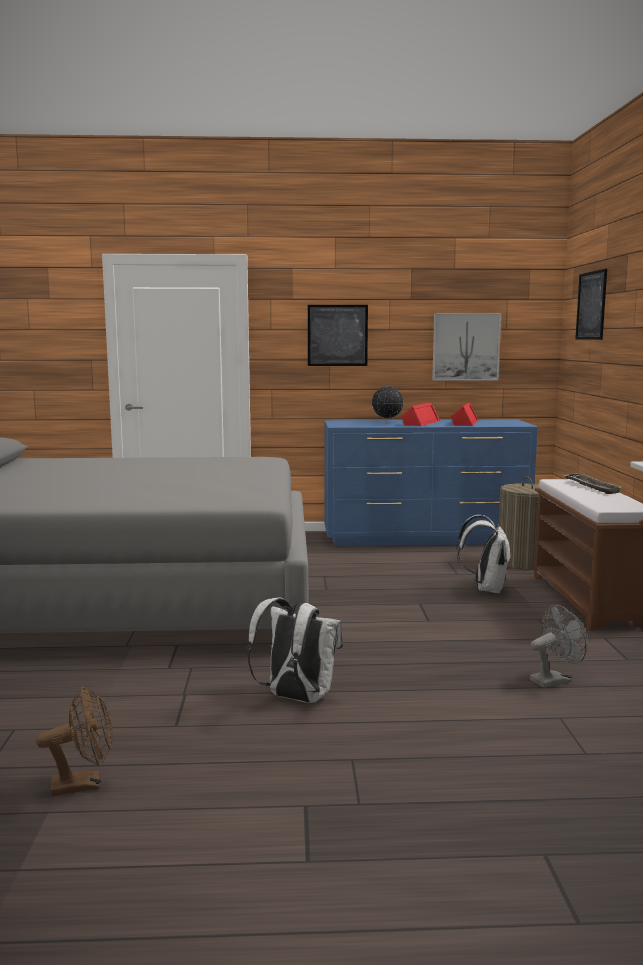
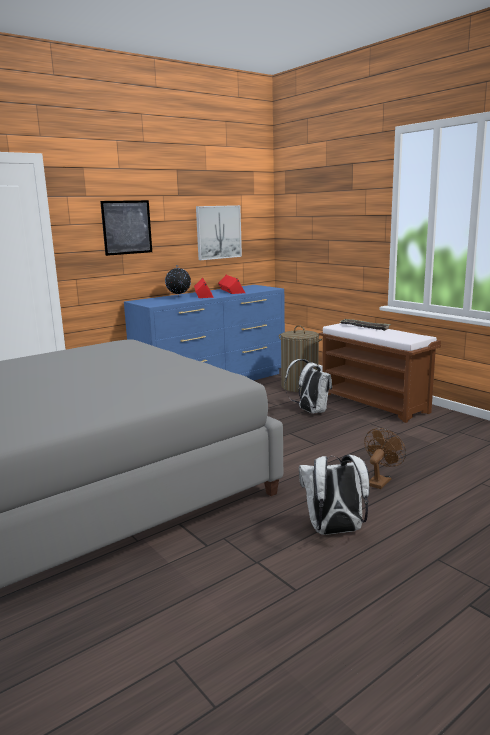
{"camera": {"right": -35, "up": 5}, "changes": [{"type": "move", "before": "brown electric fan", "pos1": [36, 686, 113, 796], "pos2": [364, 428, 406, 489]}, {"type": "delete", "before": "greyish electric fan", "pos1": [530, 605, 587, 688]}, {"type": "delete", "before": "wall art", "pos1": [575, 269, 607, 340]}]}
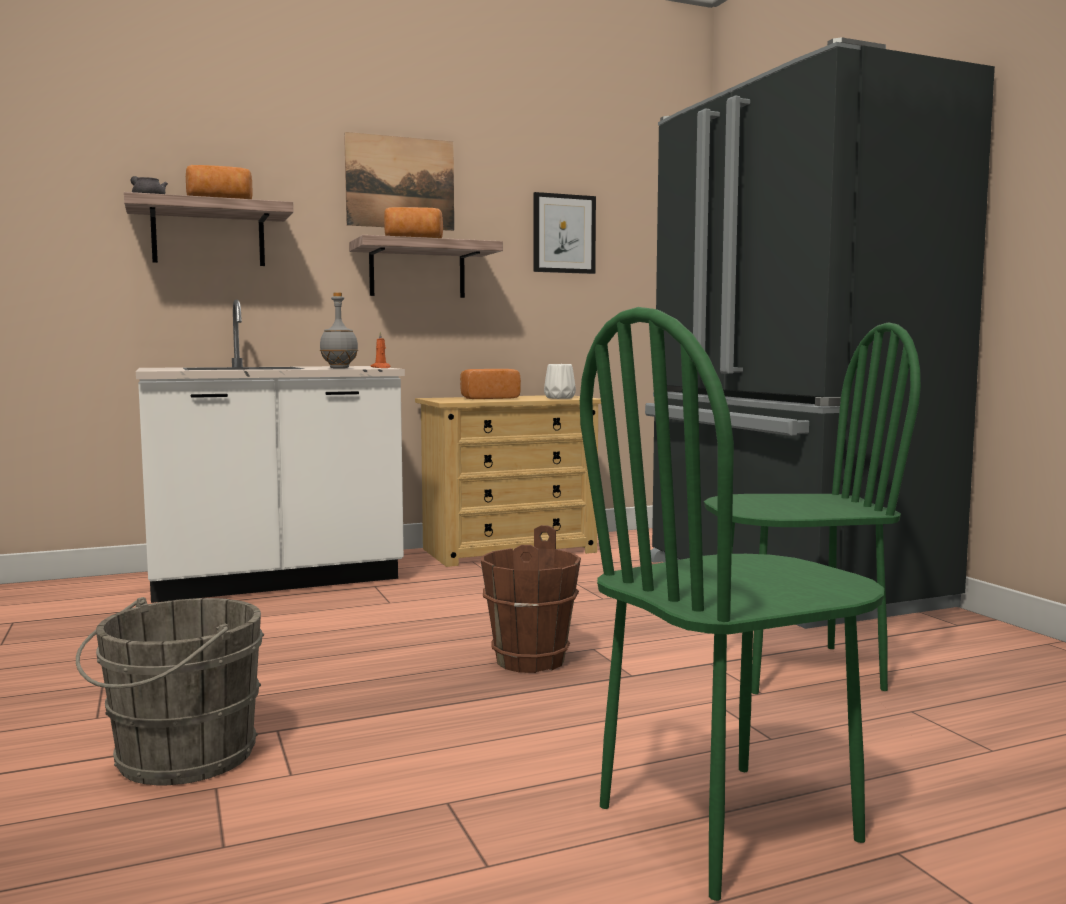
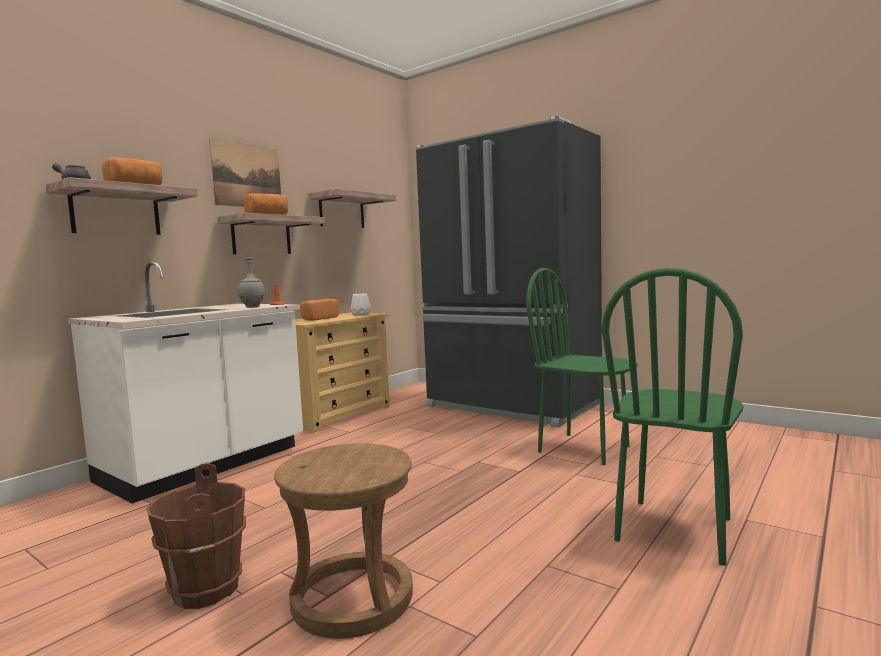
{"camera": {"right": -30, "up": 0}, "changes": [{"type": "replace", "before": "greyish pail", "after": "brown stool seat", "pos1": [76, 597, 264, 785], "pos2": [274, 443, 413, 639]}, {"type": "move", "before": "brown pail", "pos1": [481, 525, 581, 673], "pos2": [146, 463, 246, 609]}, {"type": "replace", "before": "wall art", "after": "wall shelf", "pos1": [534, 192, 596, 274], "pos2": [309, 189, 396, 228]}, {"type": "rotate", "before": "greenish upright chair", "pos1": [704, 322, 921, 694], "pos2": [526, 268, 638, 465], "turn": -105}]}
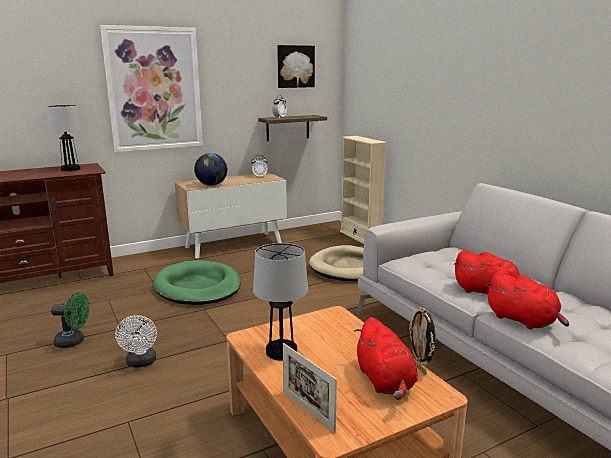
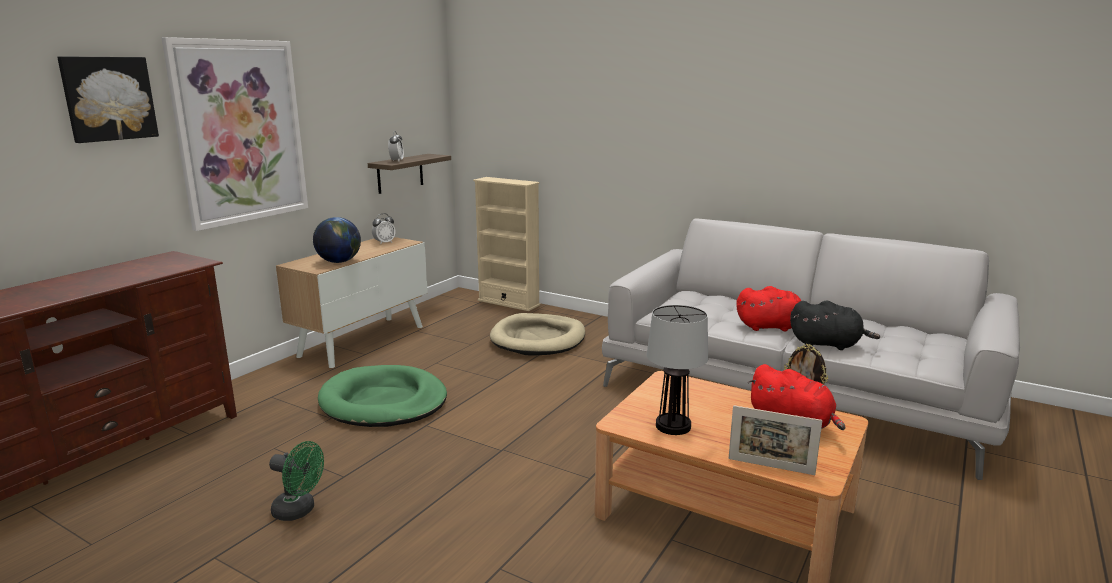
{"camera": {"right": -30, "up": 0}, "changes": [{"type": "delete", "before": "lamp for a table", "pos1": [46, 105, 82, 171]}, {"type": "rotate", "before": "greenish electric fan", "pos1": [51, 292, 89, 348], "pos2": [269, 441, 324, 521], "turn": 45}, {"type": "delete", "before": "white-coloured electric fan", "pos1": [115, 315, 157, 368]}, {"type": "move", "before": "wall art", "pos1": [277, 45, 315, 88], "pos2": [57, 56, 159, 143]}, {"type": "recolor", "before": "red soft toy", "after": "black-coloured soft toy", "pos1": [485, 271, 569, 330], "pos2": [790, 301, 880, 350]}]}
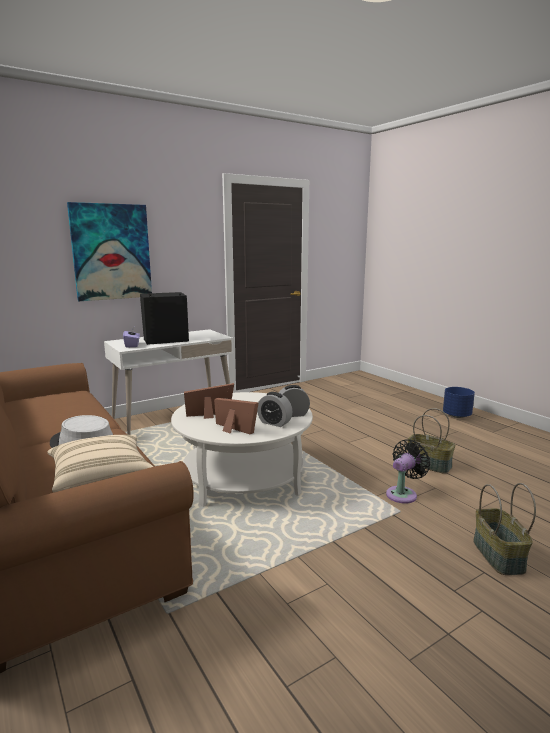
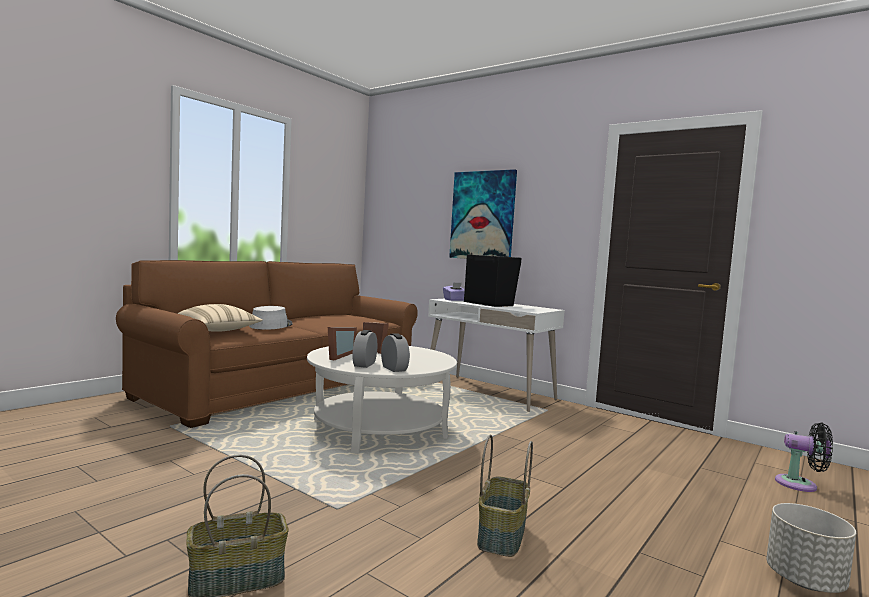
{"camera": {"right": 70, "up": -10}, "changes": [{"type": "move", "before": "black-coloured electric fan", "pos1": [386, 439, 430, 504], "pos2": [775, 423, 833, 492]}, {"type": "recolor", "before": "blue plant pot", "after": "greyish plant pot", "pos1": [443, 387, 475, 418], "pos2": [766, 503, 856, 593]}]}
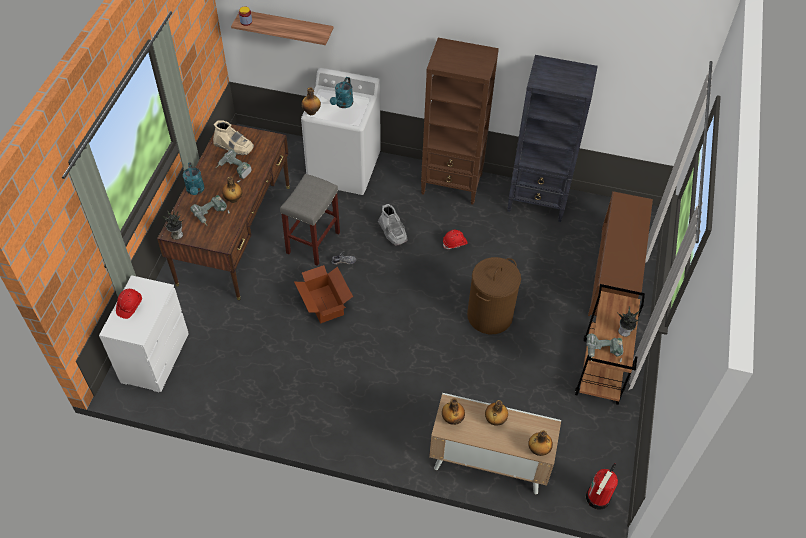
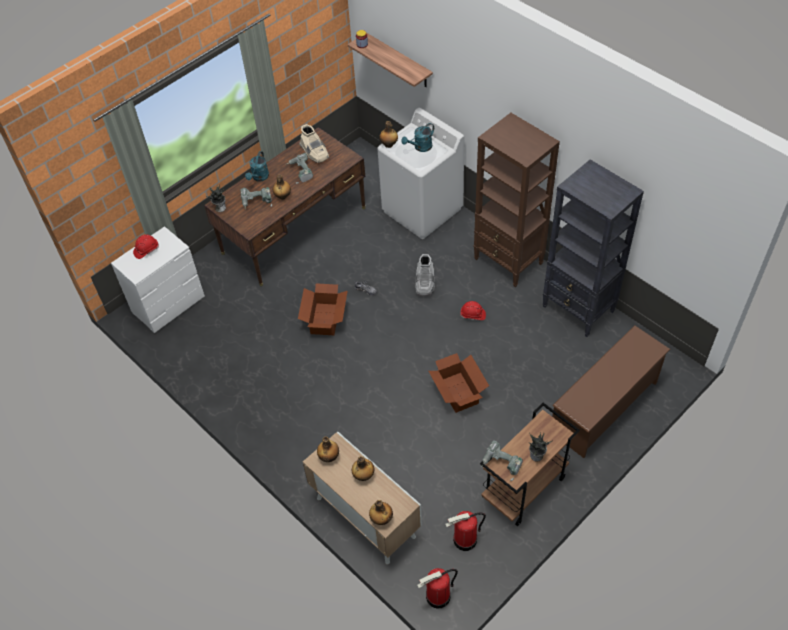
{"camera": {"right": 35, "up": 0}, "changes": [{"type": "delete", "before": "greyish stool seat", "pos1": [280, 174, 340, 266]}, {"type": "replace", "before": "brown washing basket", "after": "packing box", "pos1": [467, 257, 521, 334], "pos2": [429, 353, 489, 413]}, {"type": "insert", "after": "extinguisher", "pos2": [445, 511, 486, 551]}]}
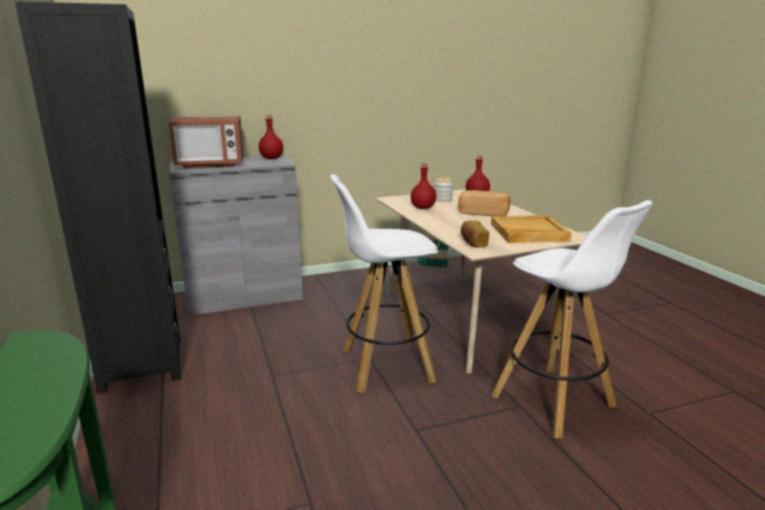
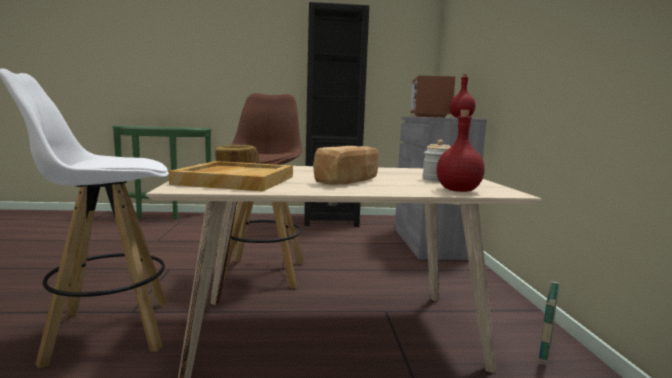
{"camera": {"right": 105, "up": -10}, "changes": [{"type": "recolor", "before": "white-coloured stool seat", "after": "brown stool seat", "pos1": [330, 174, 438, 394], "pos2": [223, 93, 305, 288]}, {"type": "delete", "before": "red drink bottle", "pos1": [411, 163, 436, 209]}]}
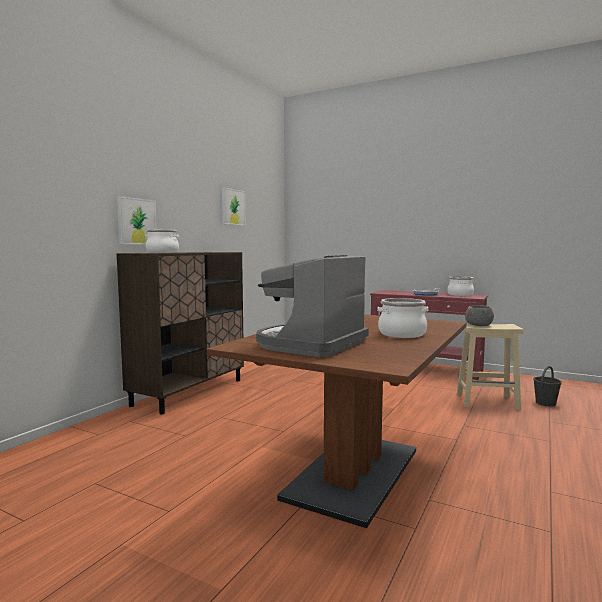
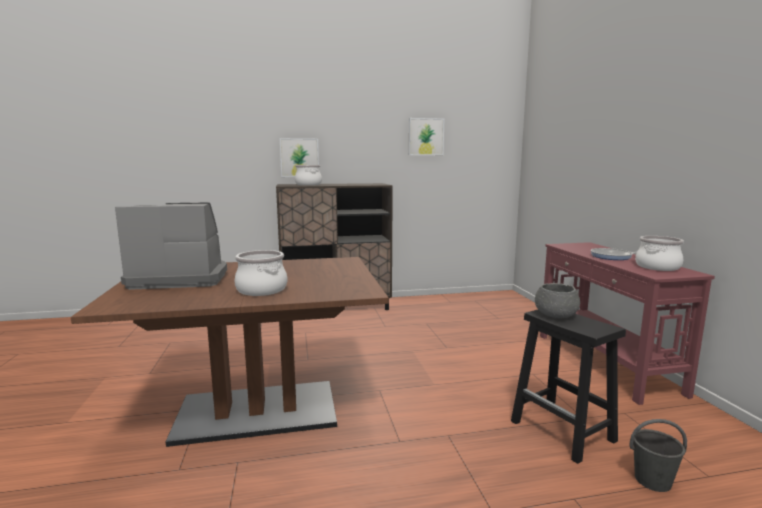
{"camera": {"right": 50, "up": 5}, "changes": [{"type": "recolor", "before": "beige stool seat", "after": "black-coloured stool seat", "pos1": [457, 323, 524, 410], "pos2": [511, 310, 626, 464]}]}
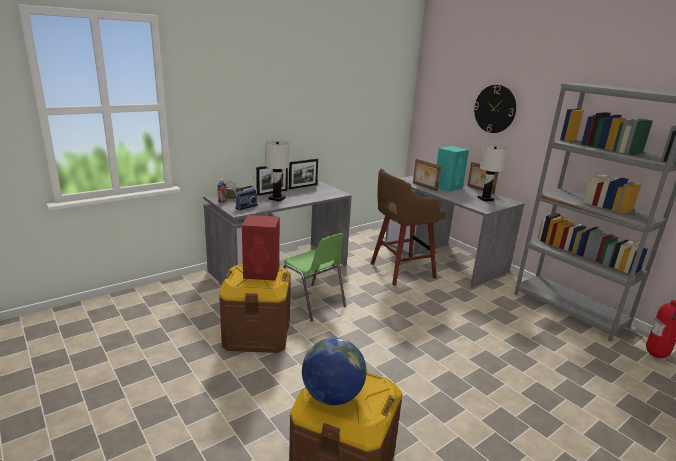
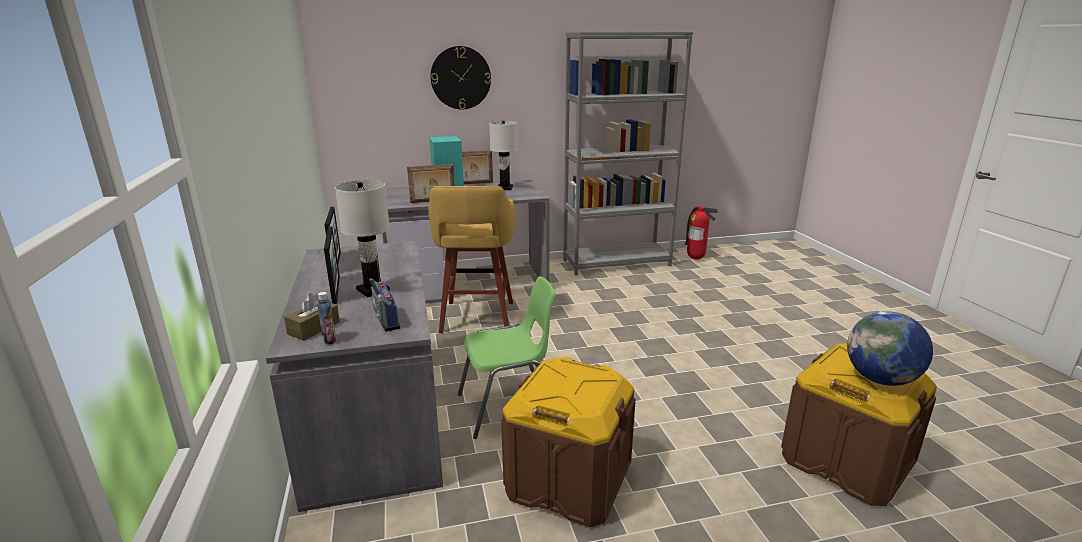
{"camera": {"right": -65, "up": 0}, "changes": [{"type": "delete", "before": "red audio speaker", "pos1": [242, 215, 280, 281]}, {"type": "recolor", "before": "brown stool seat", "after": "yellow-coloured stool seat", "pos1": [370, 169, 445, 286], "pos2": [428, 186, 515, 333]}]}
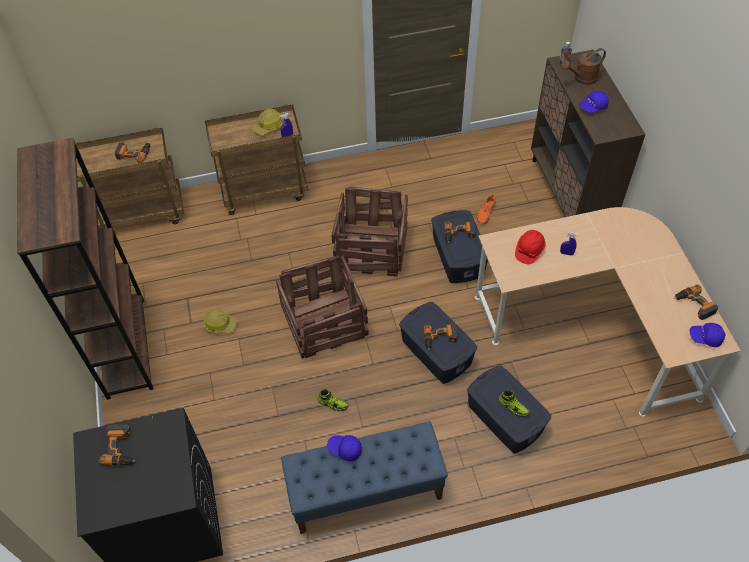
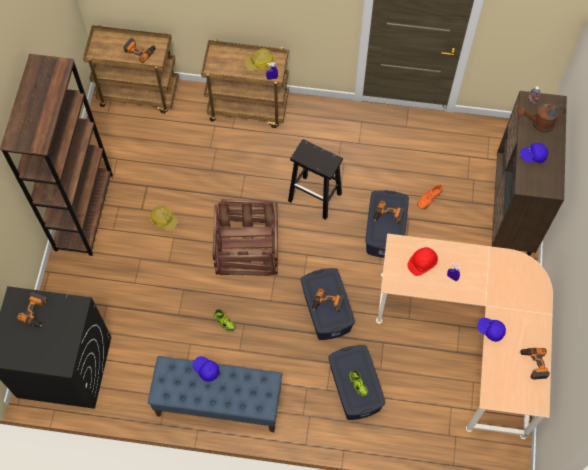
{"camera": {"right": 20, "up": 10}, "changes": [{"type": "replace", "before": "shipping crate", "after": "black-coloured stool seat", "pos1": [332, 186, 408, 276], "pos2": [288, 139, 343, 220]}, {"type": "move", "before": "blue baseball cap", "pos1": [689, 323, 725, 347], "pos2": [477, 318, 506, 342]}]}
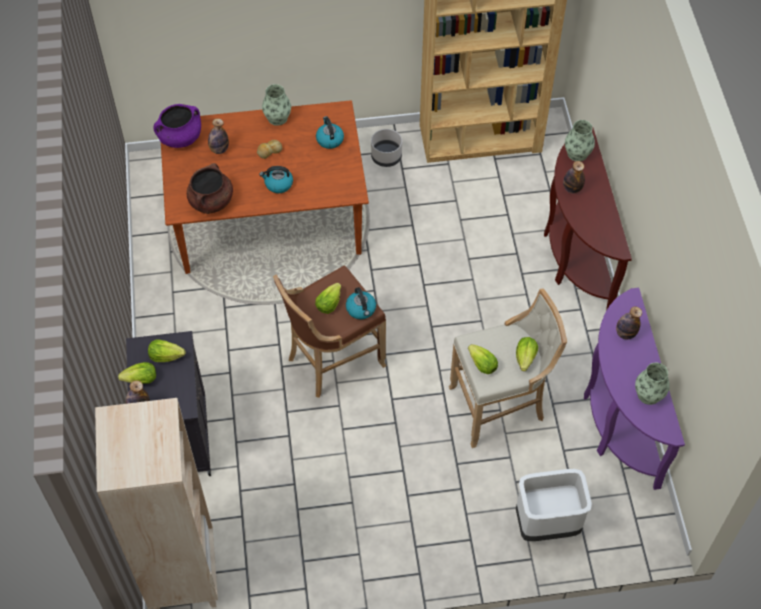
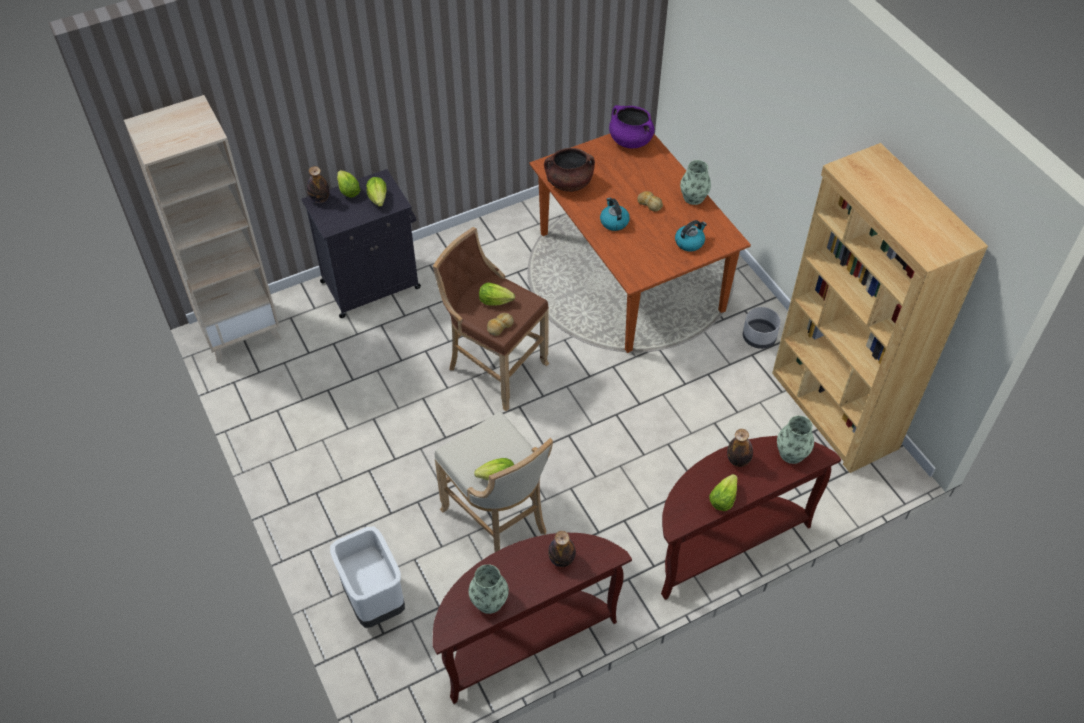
{"camera": {"right": 70, "up": -5}, "changes": [{"type": "delete", "before": "drink bottle", "pos1": [208, 118, 229, 154]}, {"type": "replace", "before": "water kettle", "after": "baked bread", "pos1": [346, 287, 376, 319], "pos2": [487, 313, 514, 336]}, {"type": "move", "before": "lettuce", "pos1": [468, 344, 498, 374], "pos2": [709, 474, 738, 511]}, {"type": "recolor", "before": "purplish narrow table", "after": "brown narrow table", "pos1": [584, 288, 685, 490], "pos2": [433, 533, 632, 704]}]}
